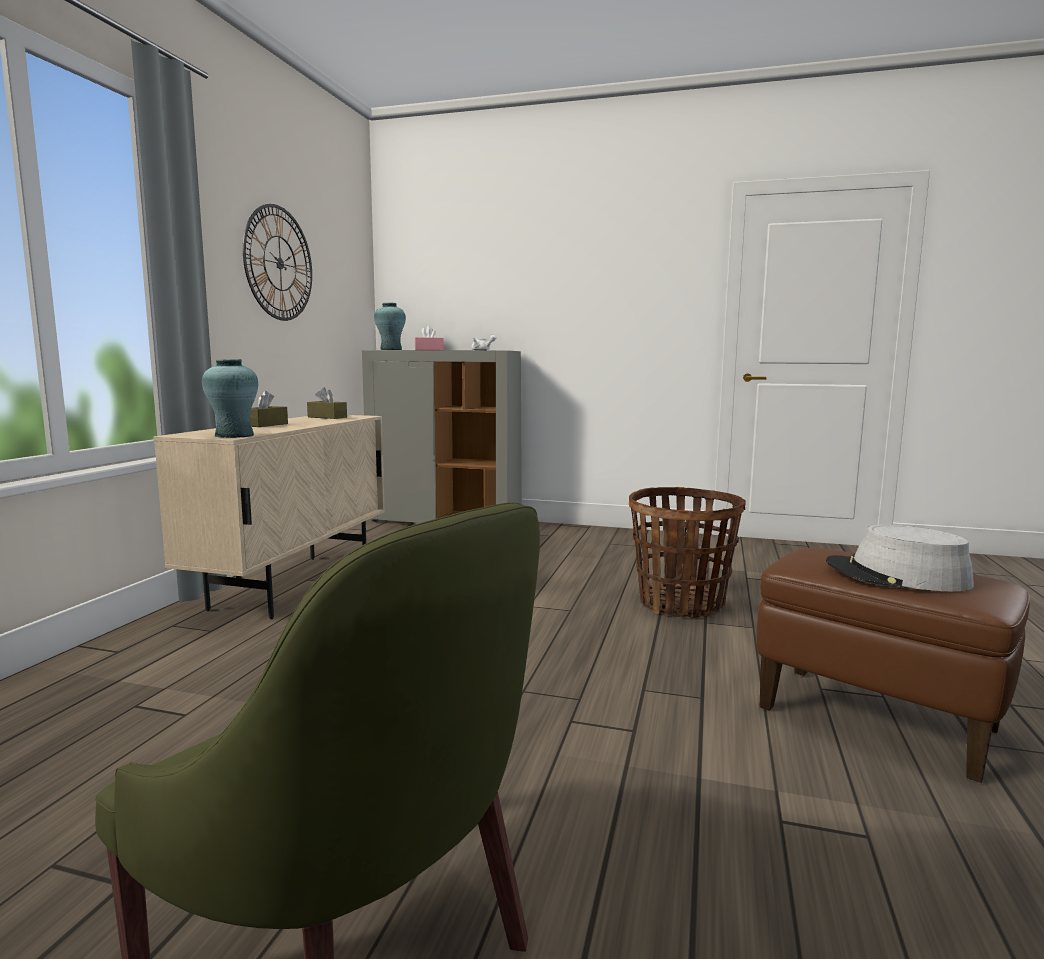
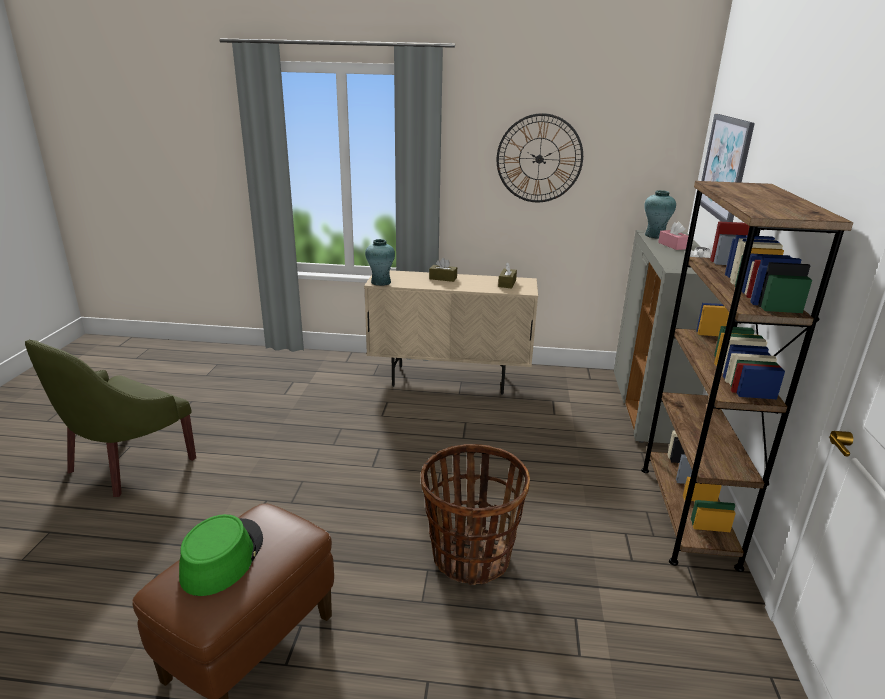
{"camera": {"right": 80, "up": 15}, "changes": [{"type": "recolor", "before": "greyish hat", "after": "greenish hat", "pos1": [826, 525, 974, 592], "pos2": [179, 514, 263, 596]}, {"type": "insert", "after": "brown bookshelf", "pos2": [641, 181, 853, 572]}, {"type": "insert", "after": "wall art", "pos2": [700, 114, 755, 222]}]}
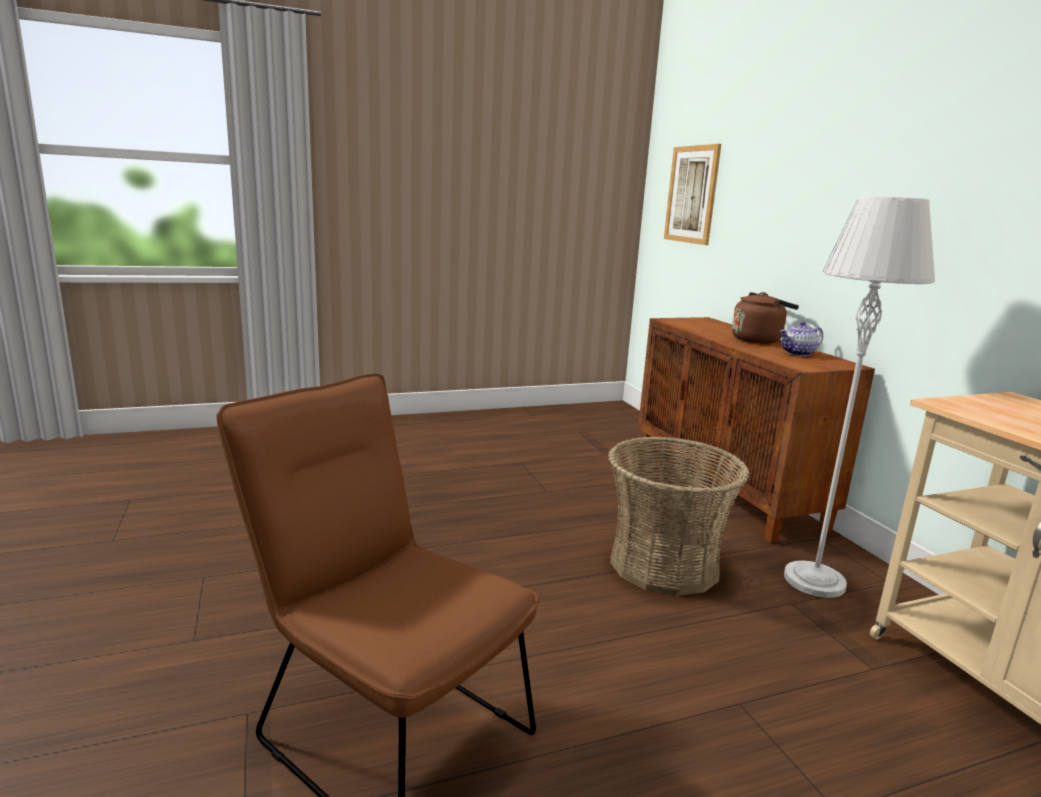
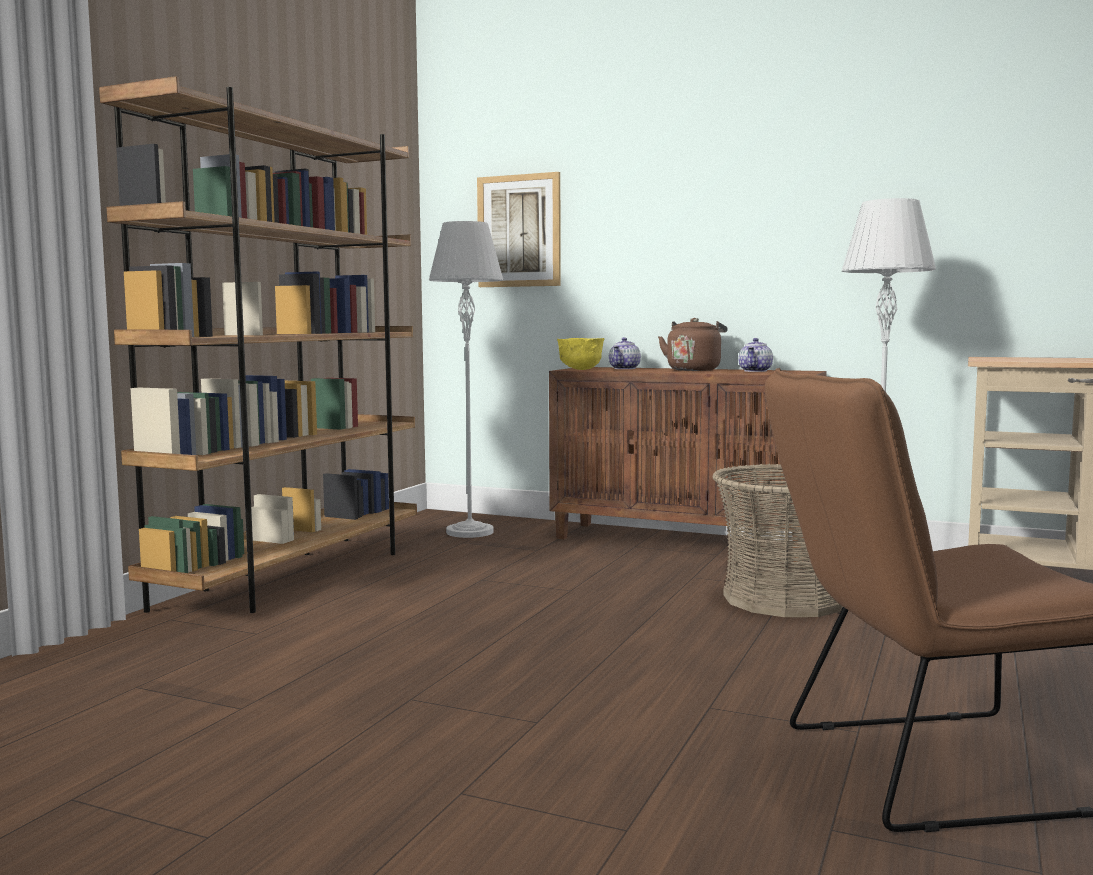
{"camera": {"right": -45, "up": -10}, "changes": [{"type": "insert", "after": "brown bookshelf", "pos2": [99, 76, 417, 613]}, {"type": "insert", "after": "greyish standard lamp", "pos2": [429, 221, 503, 538]}, {"type": "insert", "after": "yellow-coloured bowl", "pos2": [557, 338, 605, 370]}, {"type": "insert", "after": "tea pot", "pos2": [609, 337, 641, 369]}]}
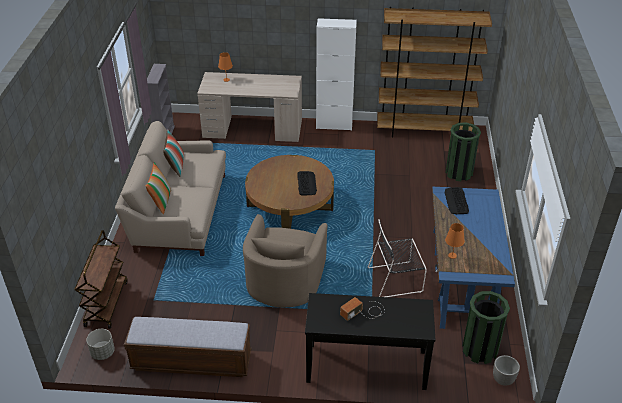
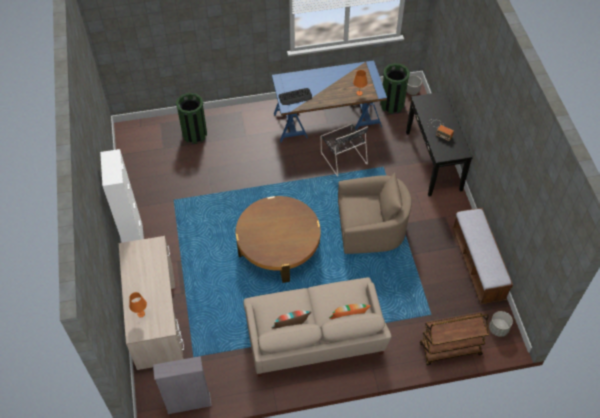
{"camera": {"right": -105, "up": 15}, "changes": [{"type": "delete", "before": "PC keyboard", "pos1": [298, 171, 317, 196]}, {"type": "delete", "before": "brown bookshelf", "pos1": [377, 7, 492, 137]}]}
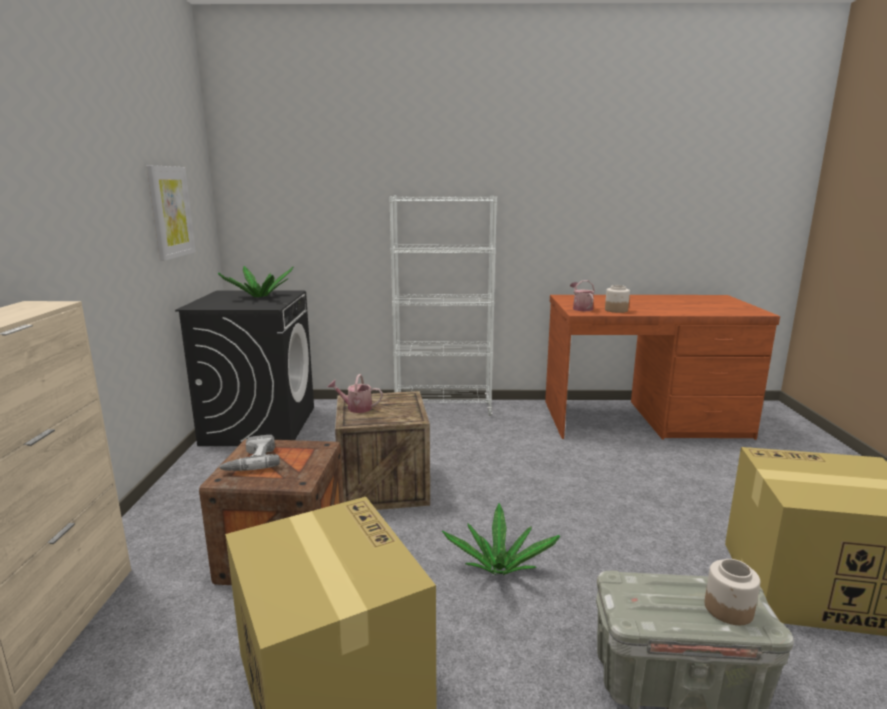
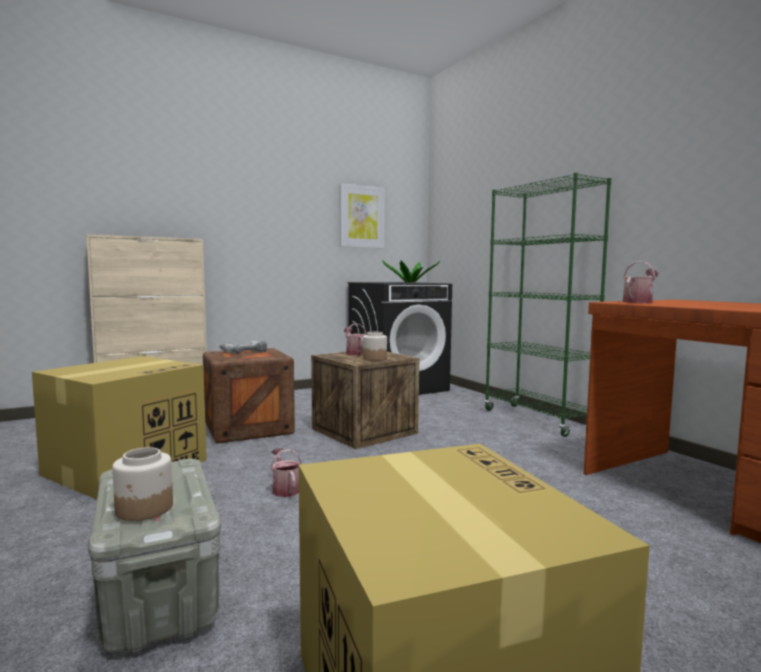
{"camera": {"right": 60, "up": -10}, "changes": [{"type": "recolor", "before": "white-coloured bookshelf", "after": "greenish bookshelf", "pos1": [389, 195, 497, 416], "pos2": [484, 173, 611, 437]}, {"type": "replace", "before": "plant in a pot", "after": "sprinkling can", "pos1": [442, 503, 561, 575], "pos2": [270, 448, 302, 497]}, {"type": "move", "before": "storage jar", "pos1": [605, 285, 630, 313], "pos2": [363, 332, 387, 361]}]}
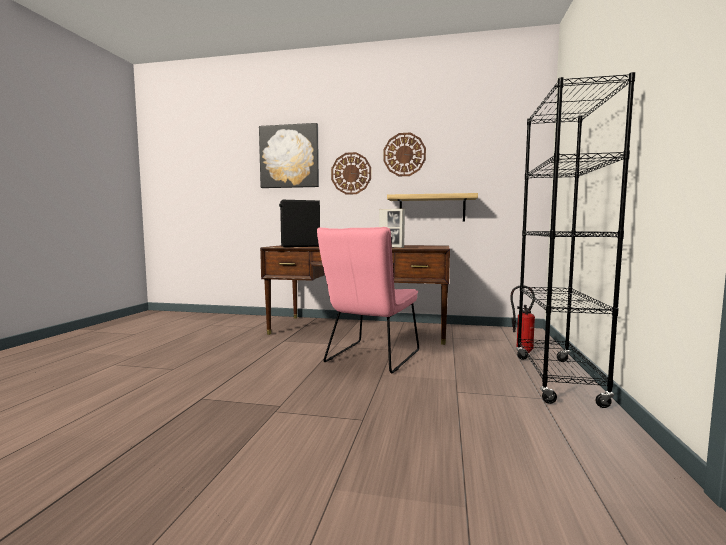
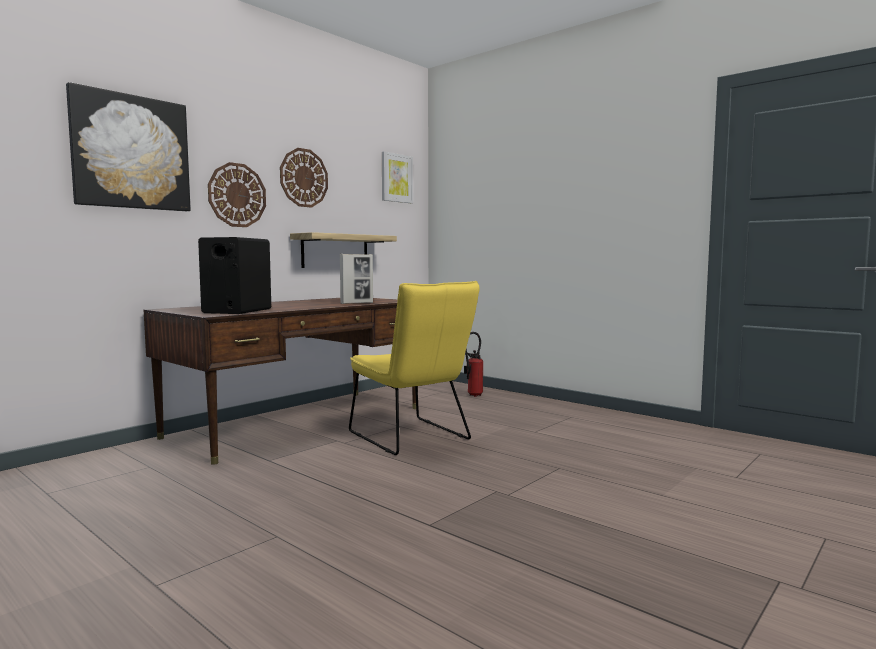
{"camera": {"right": -60, "up": 0}, "changes": [{"type": "recolor", "before": "pink-coloured upright chair", "after": "yellow-coloured upright chair", "pos1": [317, 227, 419, 373], "pos2": [349, 281, 480, 455]}, {"type": "delete", "before": "black-coloured bookshelf", "pos1": [516, 72, 635, 408]}, {"type": "insert", "after": "wall art", "pos2": [382, 151, 413, 203]}]}
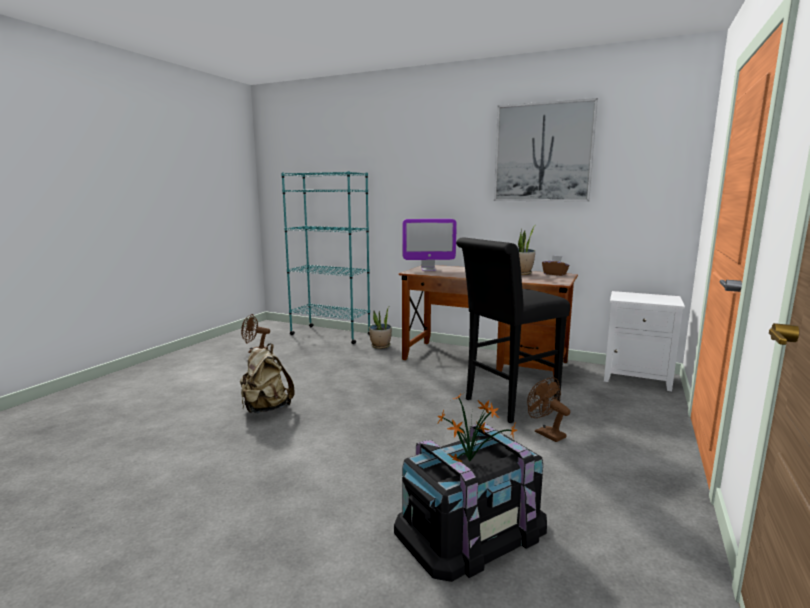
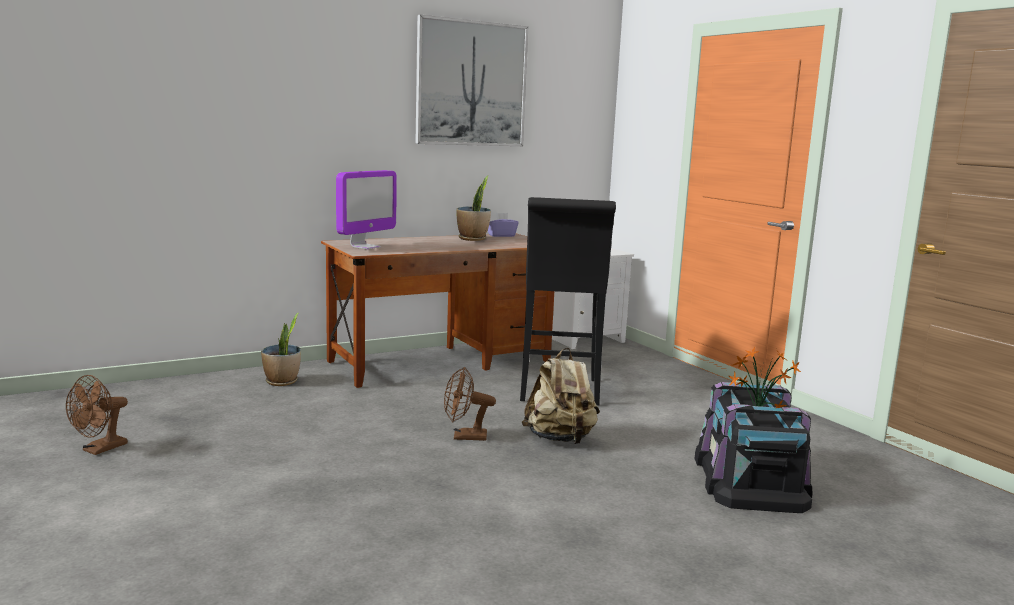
{"camera": {"right": -55, "up": 0}, "changes": [{"type": "move", "before": "beige knapsack", "pos1": [240, 343, 295, 413], "pos2": [522, 348, 600, 444]}, {"type": "delete", "before": "blue-green bookshelf", "pos1": [281, 171, 370, 344]}, {"type": "move", "before": "brown electric fan", "pos1": [527, 377, 570, 442], "pos2": [444, 367, 496, 441]}, {"type": "recolor", "before": "brown box of tissues", "after": "purplish box of tissues", "pos1": [542, 255, 569, 276], "pos2": [488, 213, 519, 237]}]}
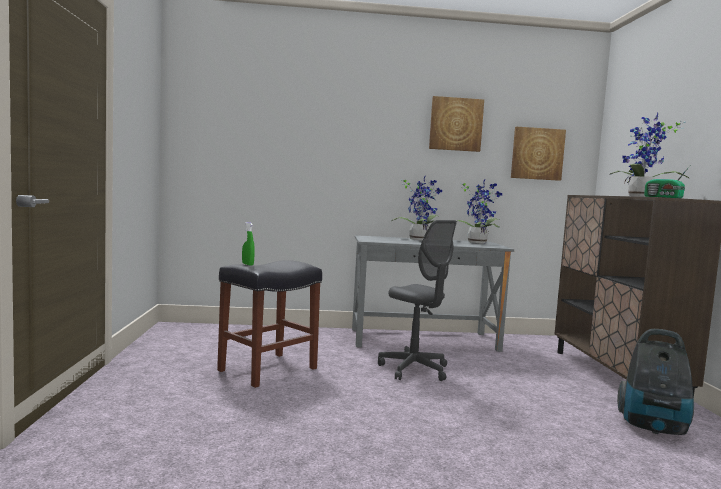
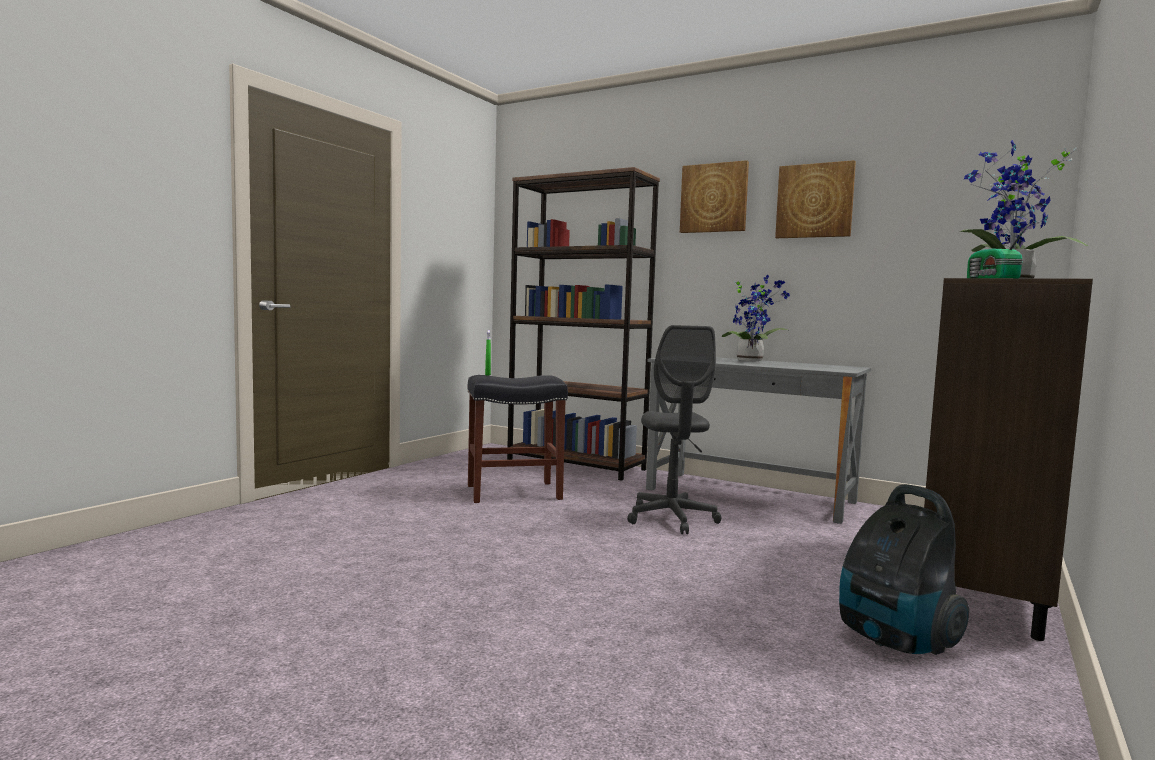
{"camera": {"right": 35, "up": 0}, "changes": [{"type": "delete", "before": "plant in a pot", "pos1": [457, 179, 502, 244]}, {"type": "move", "before": "wall art", "pos1": [511, 127, 566, 181], "pos2": [680, 160, 749, 233]}, {"type": "insert", "after": "brown bookshelf", "pos2": [507, 167, 660, 481]}]}
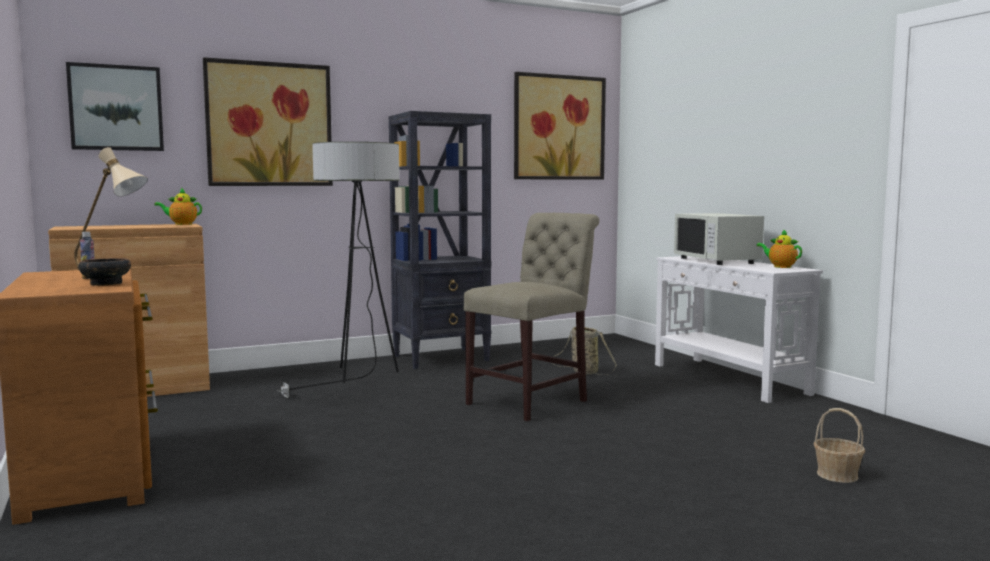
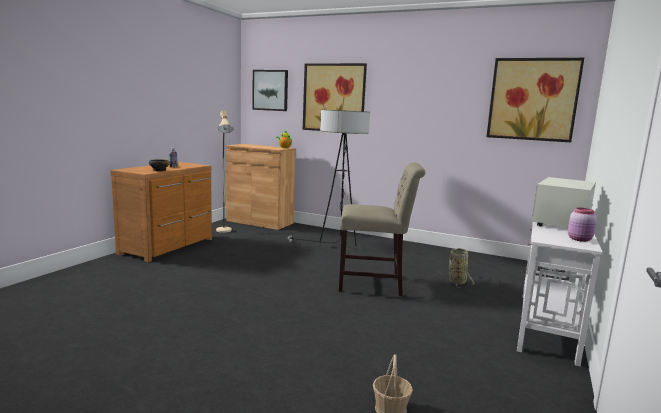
{"camera": {"right": 50, "up": 5}, "changes": [{"type": "delete", "before": "black-coloured bookshelf", "pos1": [389, 111, 491, 369]}, {"type": "replace", "before": "tea pot", "after": "pink-coloured storage jar", "pos1": [757, 230, 802, 268], "pos2": [568, 207, 597, 242]}]}
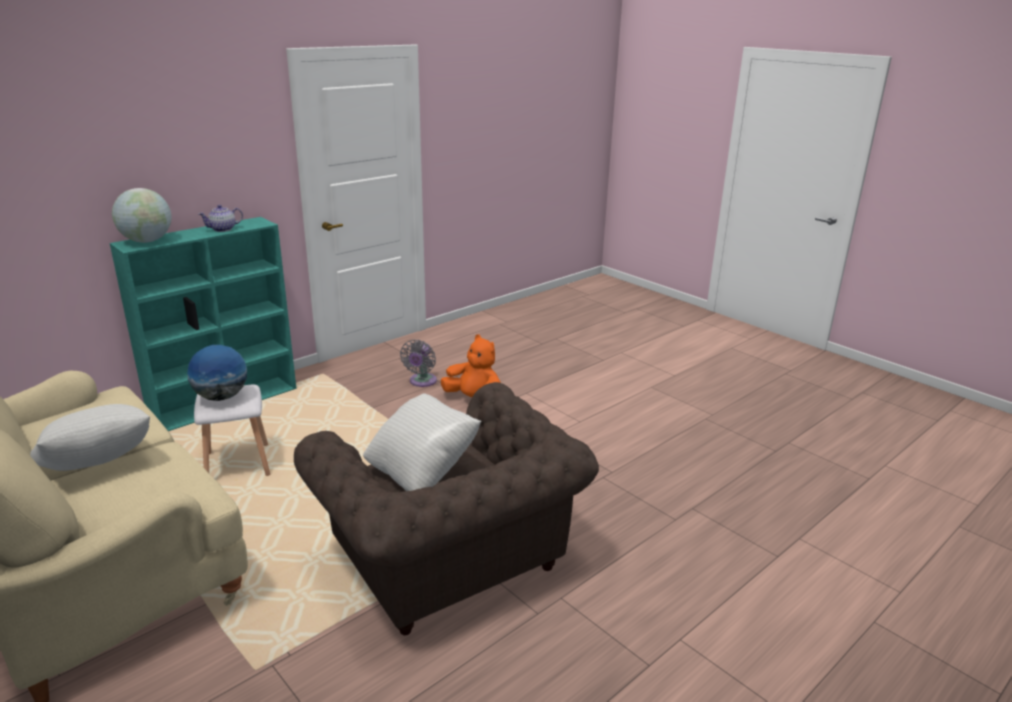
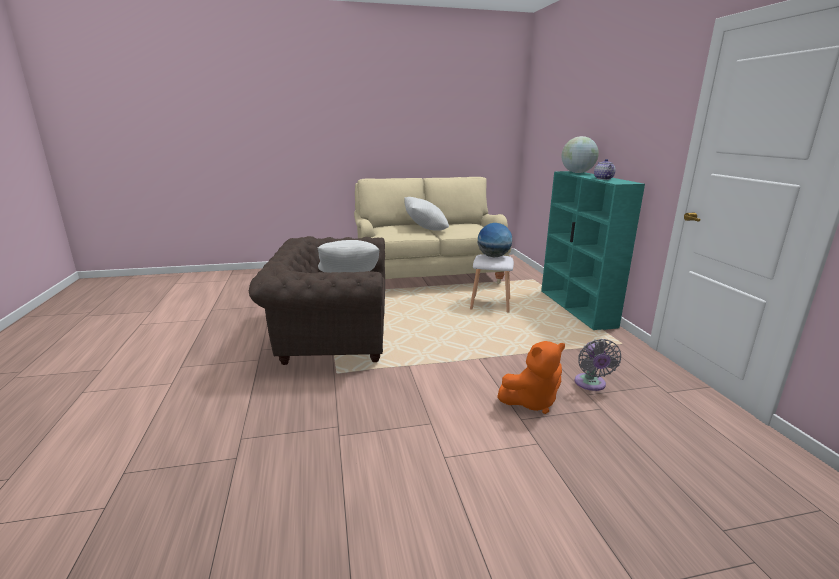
{"camera": {"right": 120, "up": -5}, "changes": [{"type": "rotate", "before": "greyish electric fan", "pos1": [400, 340, 437, 387], "pos2": [575, 339, 621, 391], "turn": -135}]}
